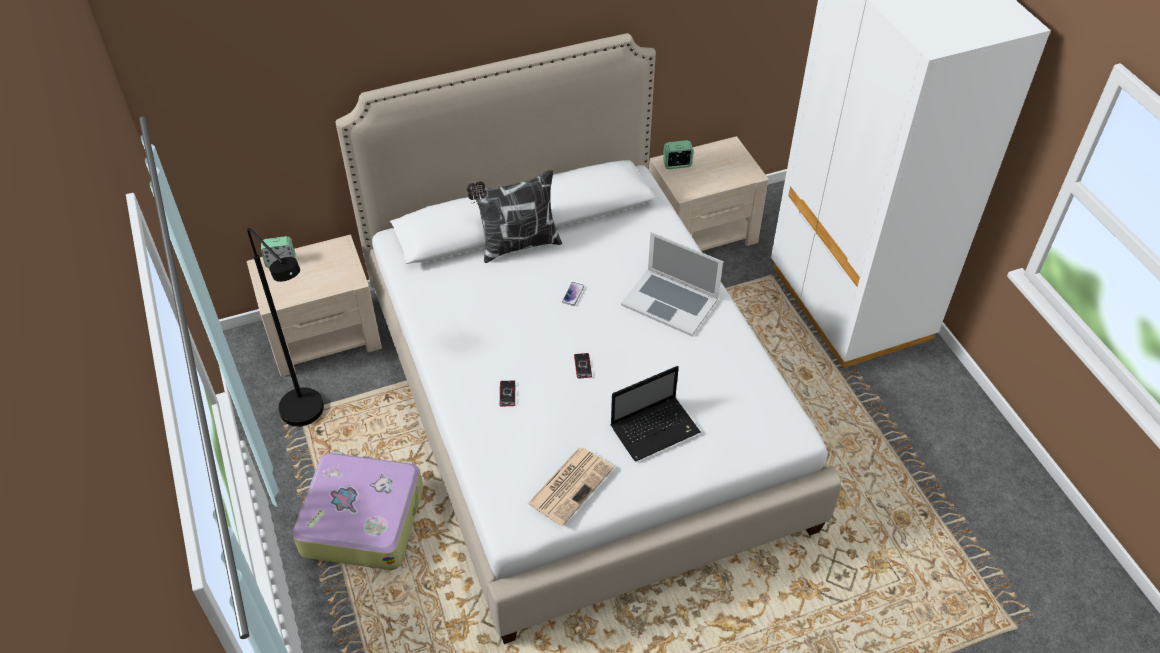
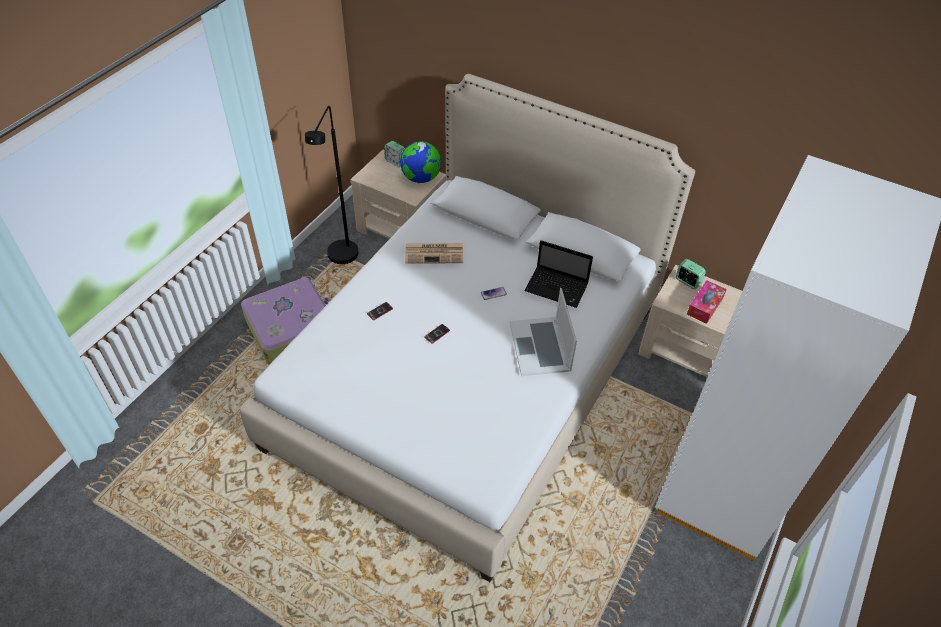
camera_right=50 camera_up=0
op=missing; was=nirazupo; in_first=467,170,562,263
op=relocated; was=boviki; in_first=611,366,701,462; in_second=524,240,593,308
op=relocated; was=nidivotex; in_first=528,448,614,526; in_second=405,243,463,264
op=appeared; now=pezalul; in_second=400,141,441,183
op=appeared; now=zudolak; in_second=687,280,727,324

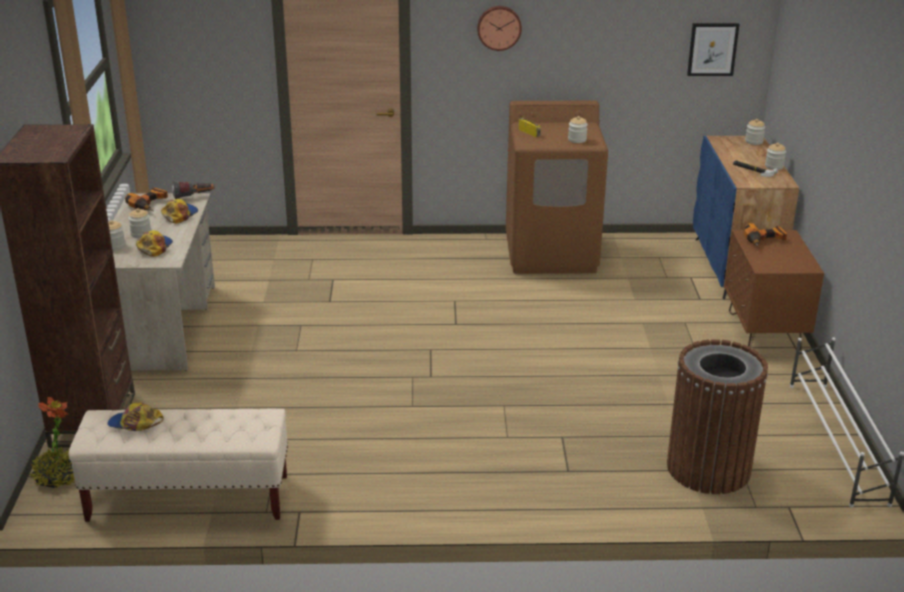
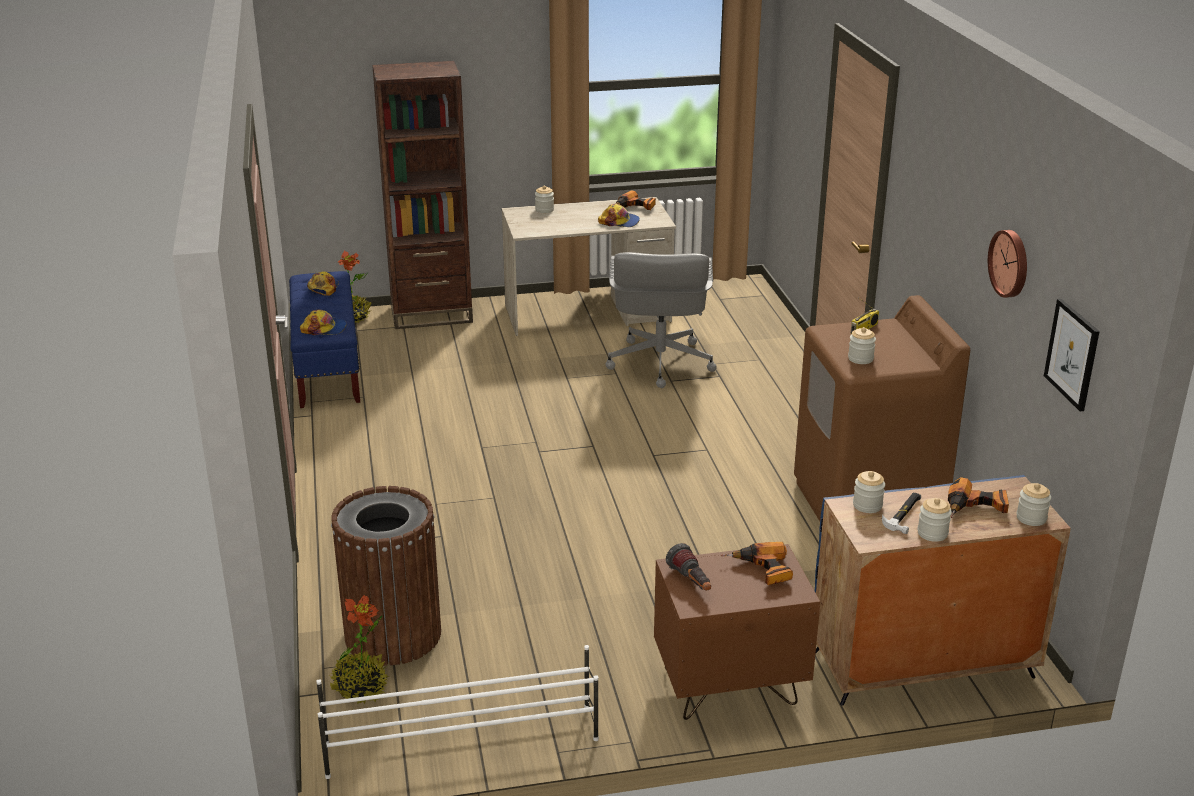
camera_right=80 camera_up=0
op=relocated; was=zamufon; in_first=477,6,522,51; in_second=988,230,1027,298
op=relocated; was=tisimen; in_first=172,181,215,199; in_second=666,543,711,591
op=relocated; was=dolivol; in_first=128,208,151,238; in_second=853,471,885,513
op=relocated; was=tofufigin; in_first=136,230,173,257; in_second=300,310,346,335
op=colour; was=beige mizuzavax; now=blue mizuzavax; in_first=69,409,288,522; in_second=289,271,360,408
op=appeared; now=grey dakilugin; in_second=605,252,717,388
op=appeared; now=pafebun; in_second=948,477,1009,518
op=appeared; now=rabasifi; in_second=328,595,390,704

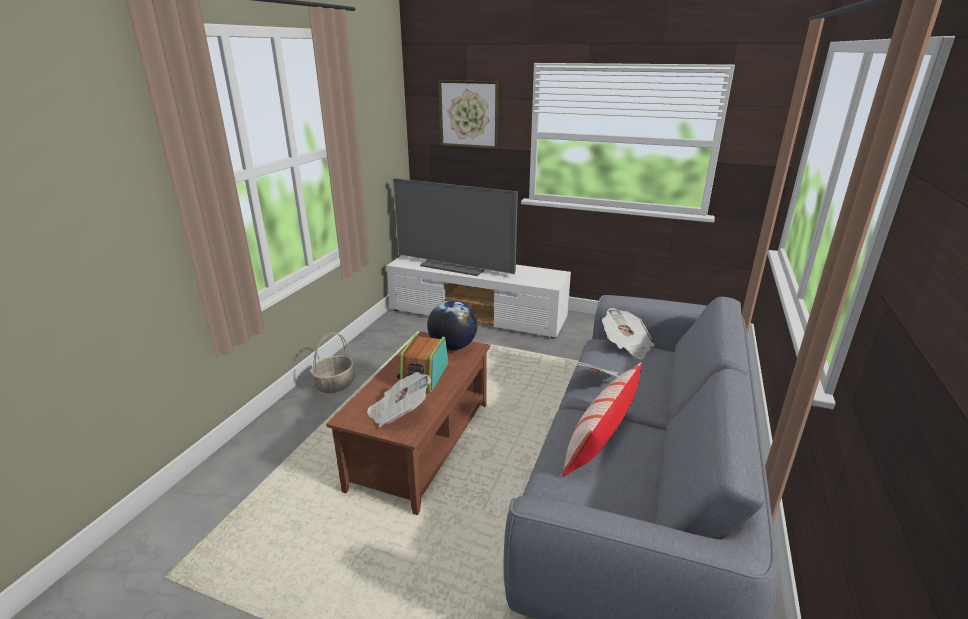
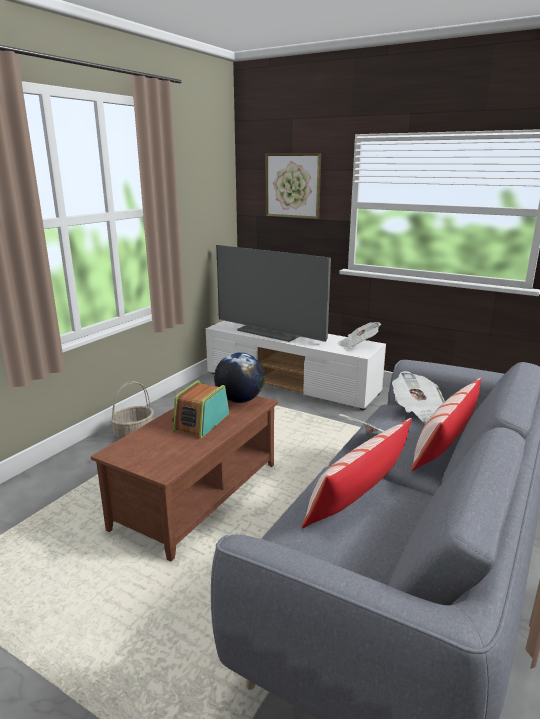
camera_right=10 camera_up=-5
op=relocated; was=nidivotex; in_first=367,372,431,427; in_second=338,322,381,348
op=appeared; now=nirazupo; in_second=411,378,481,471

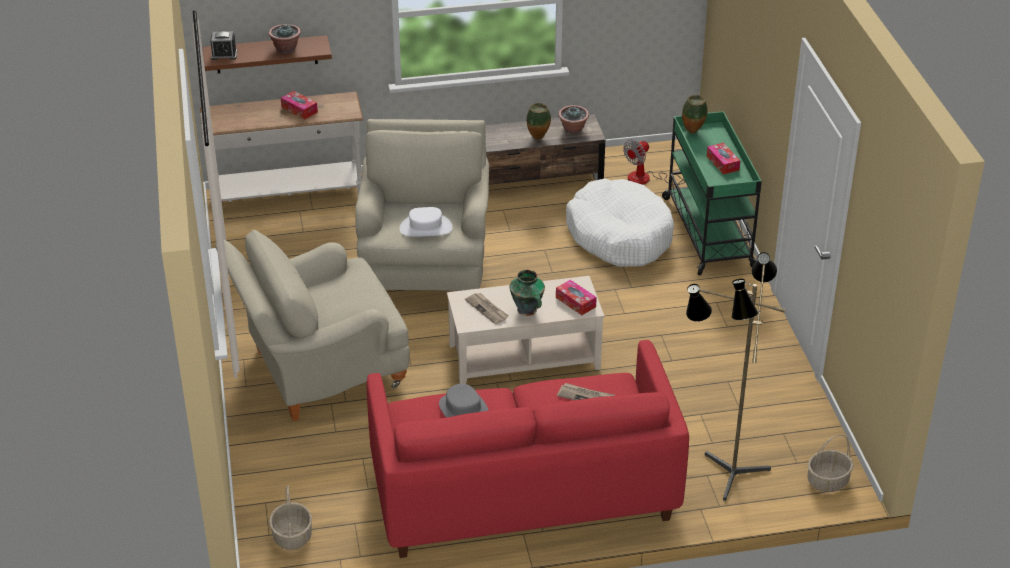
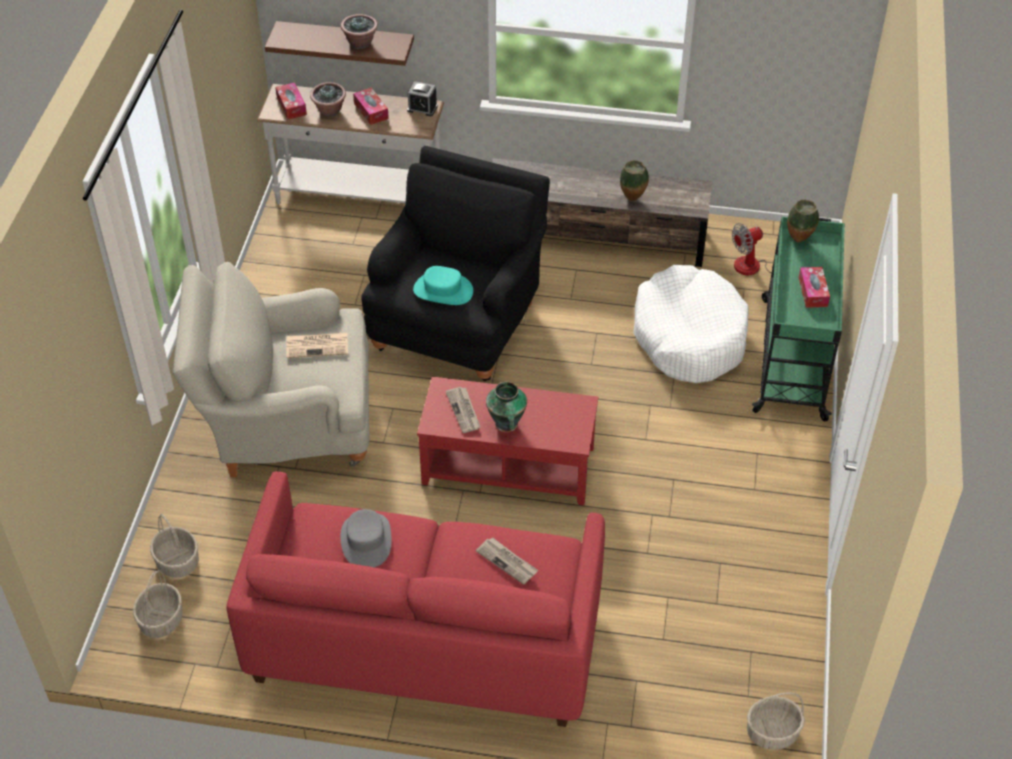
camera_right=20 camera_up=10
op=relocated; was=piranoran; in_first=210,31,237,60; in_second=407,81,438,116
op=relocated; was=rabasifi; in_first=558,105,589,134; in_second=310,82,346,117
op=colour; was=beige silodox; now=black silodox; in_first=355,119,489,291; in_second=361,146,550,381
op=colour; was=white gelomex; now=turquoise gelomex; in_first=400,207,453,237; in_second=413,266,473,305
op=missing; was=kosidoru; in_first=686,252,785,501
op=colour; was=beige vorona; now=red vorona; in_first=447,276,604,384; in_second=417,377,599,505
op=relocated; was=zudolak; in_first=556,280,597,315; in_second=275,82,307,120
op=appeared; now=nidivotex; in_second=286,333,348,358
op=appeared; now=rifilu; in_second=150,514,199,578

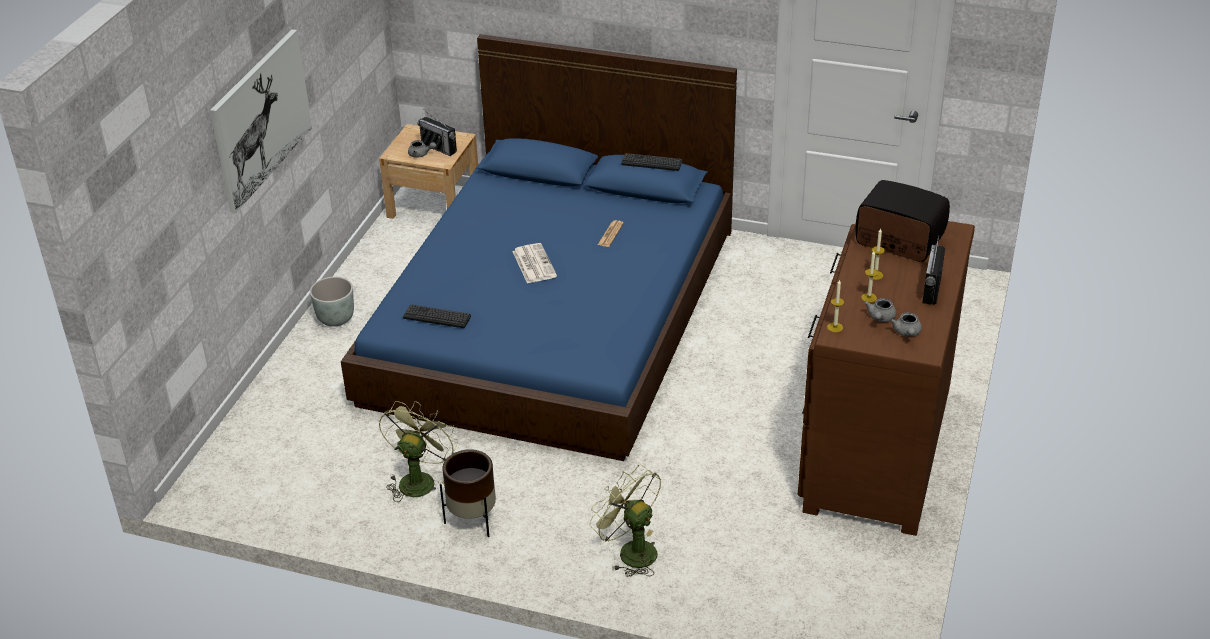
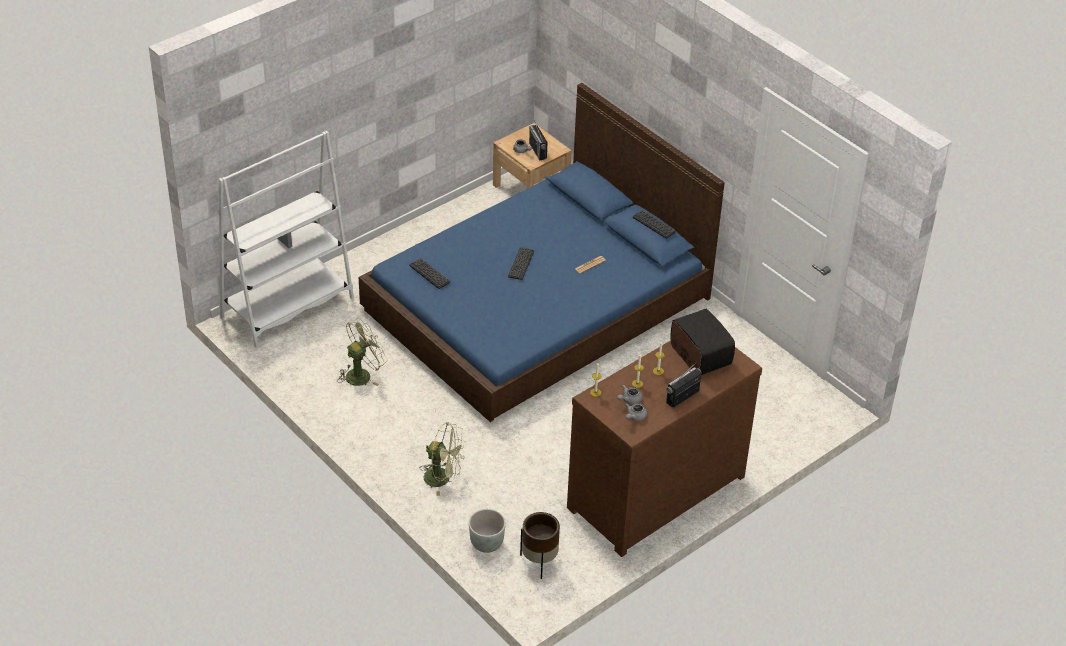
camera_right=30 camera_up=5
op=missing; was=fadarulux; in_first=210,29,312,213
op=exchanged; was=nidivotex; now=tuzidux; in_first=512,243,557,283; in_second=508,247,534,280
op=relocated; was=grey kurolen; in_first=310,277,354,327; in_second=469,509,506,553
op=relocated; was=brown kurolen; in_first=440,449,496,537; in_second=520,512,560,579
op=spun; was=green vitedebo; in_first=589,464,661,577; in_second=419,422,465,496; clockwise=120
op=appeared; now=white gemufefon; in_second=218,131,354,348

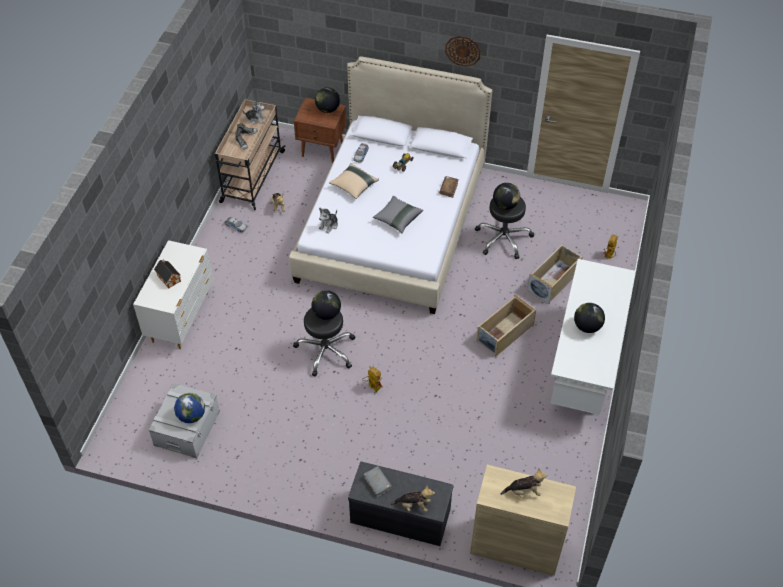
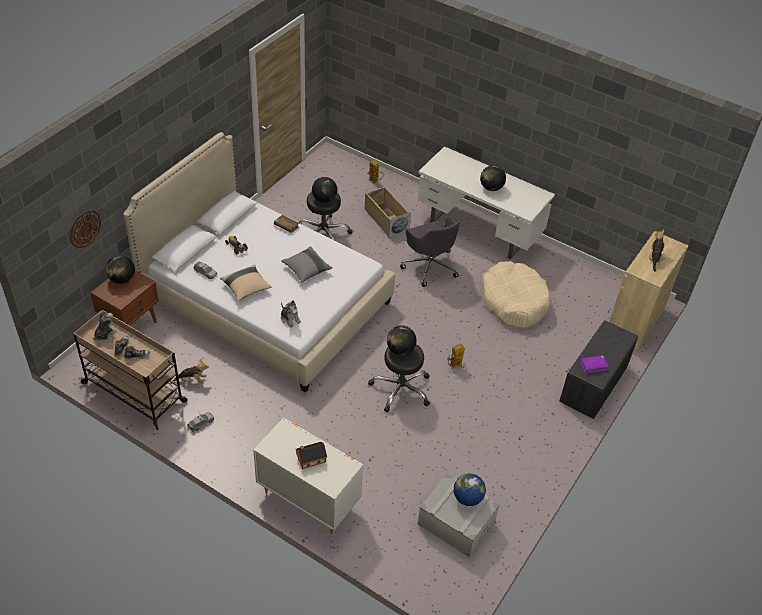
camera_right=-75 camera_up=-5
op=relocated; was=zamufon; in_first=445,36,481,67; in_second=70,211,101,248
op=exchanged; was=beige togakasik; now=grey dakilugin; in_first=476,295,536,357; in_second=400,216,460,287
op=colour; was=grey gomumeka; now=purple gomumeka; in_first=363,466,392,497; in_second=580,355,609,374
op=missing; was=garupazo; in_first=391,486,435,512
op=appeared; now=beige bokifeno; in_second=480,261,550,328

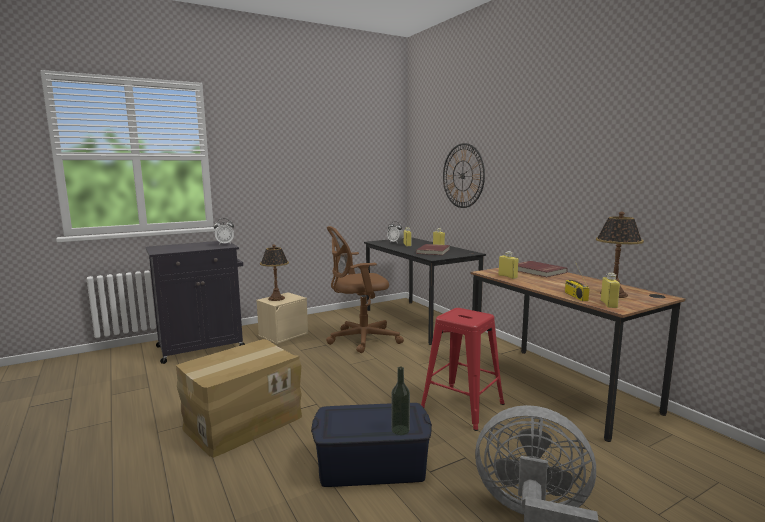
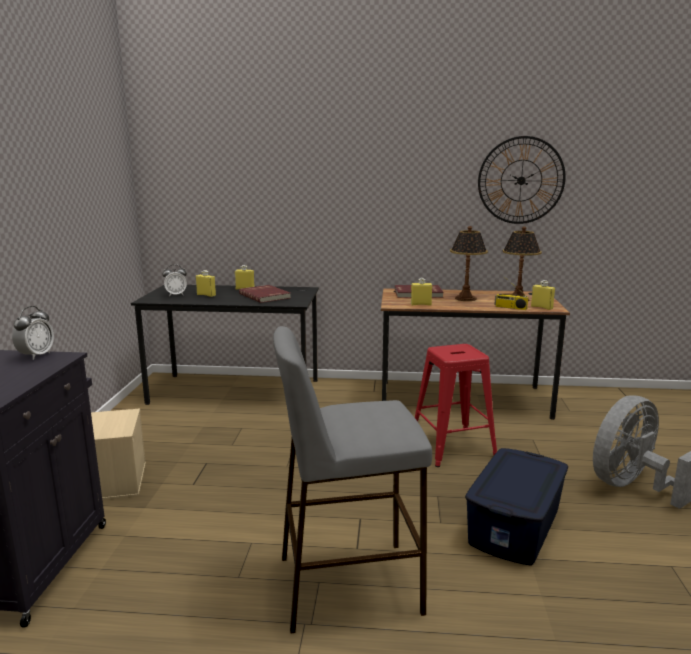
camera_right=-55 camera_up=5
op=relocated; was=zamufon; in_first=443,143,485,208; in_second=478,136,566,224
op=missing; was=brown dakilugin; in_first=326,226,404,353
op=relocated; was=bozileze; in_first=260,244,289,301; in_second=450,226,488,301
op=exchanged; was=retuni; now=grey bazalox; in_first=176,339,302,458; in_second=273,326,432,633
op=missing; was=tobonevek; in_first=391,367,410,435

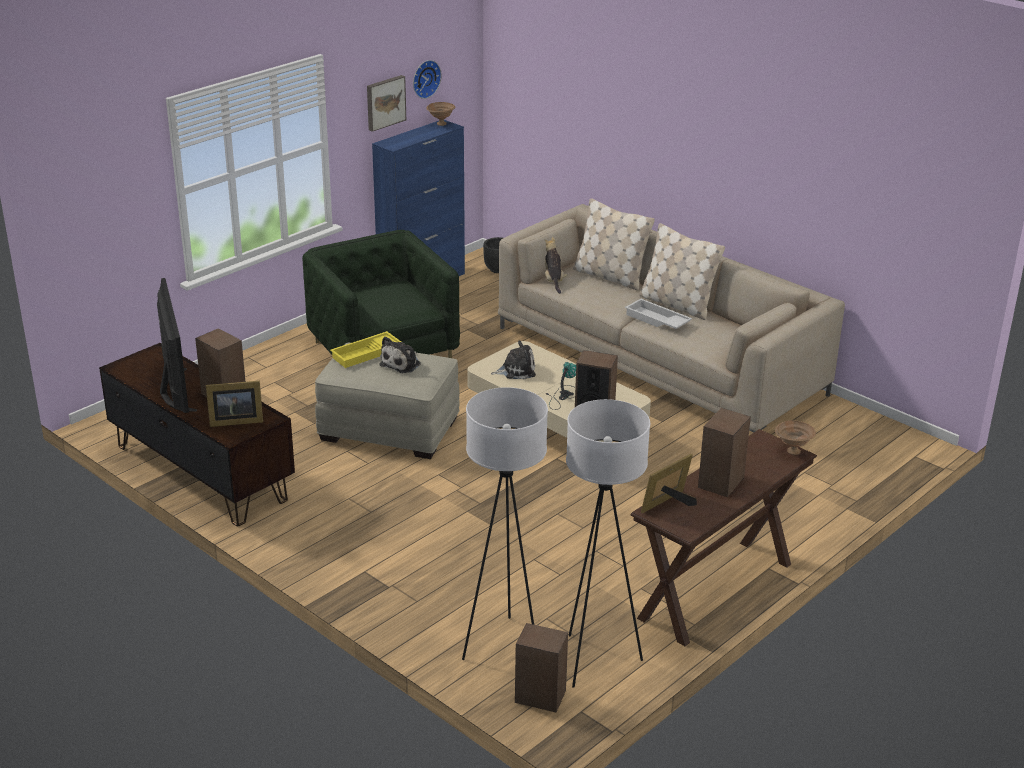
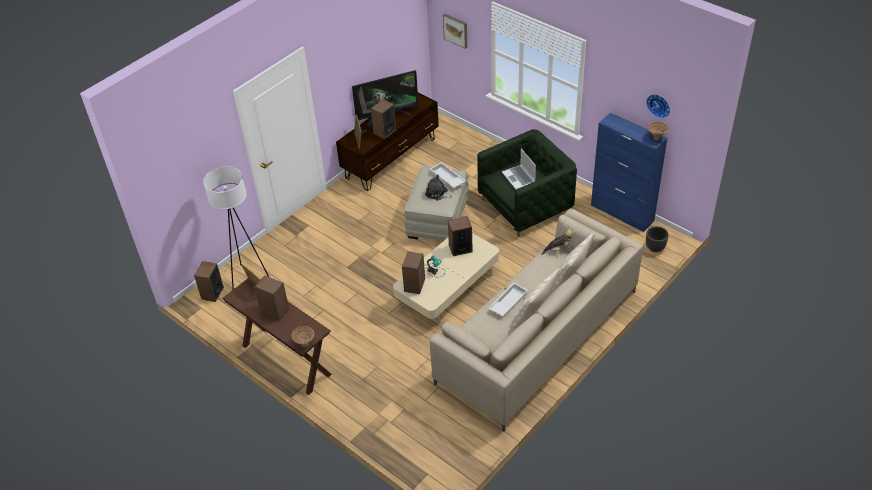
camera_right=90 camera_up=15
op=relocated; was=fadarulux; in_first=367,75,406,132; in_second=443,14,467,49
op=colour; was=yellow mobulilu; now=white mobulilu; in_first=330,331,401,368; in_second=430,162,466,188
op=exchanged; was=garupazo; now=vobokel; in_first=491,340,536,379; in_second=448,216,473,256
op=missing; was=white kosidoru; in_first=566,399,650,688
op=appeared; now=boviki; in_second=502,148,536,190

